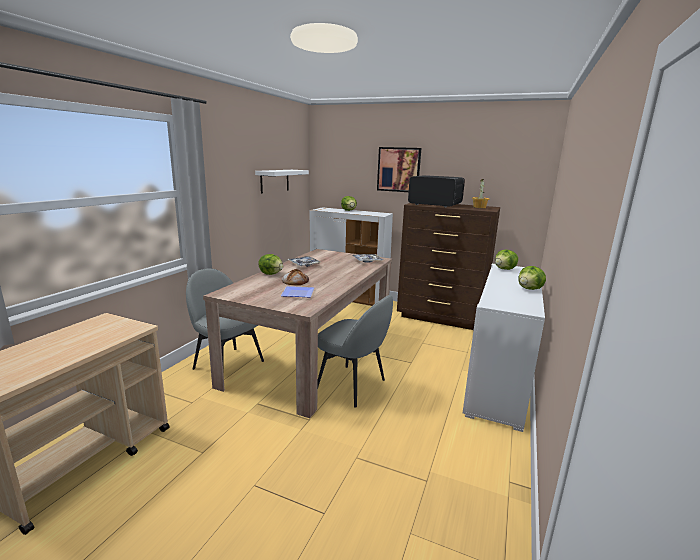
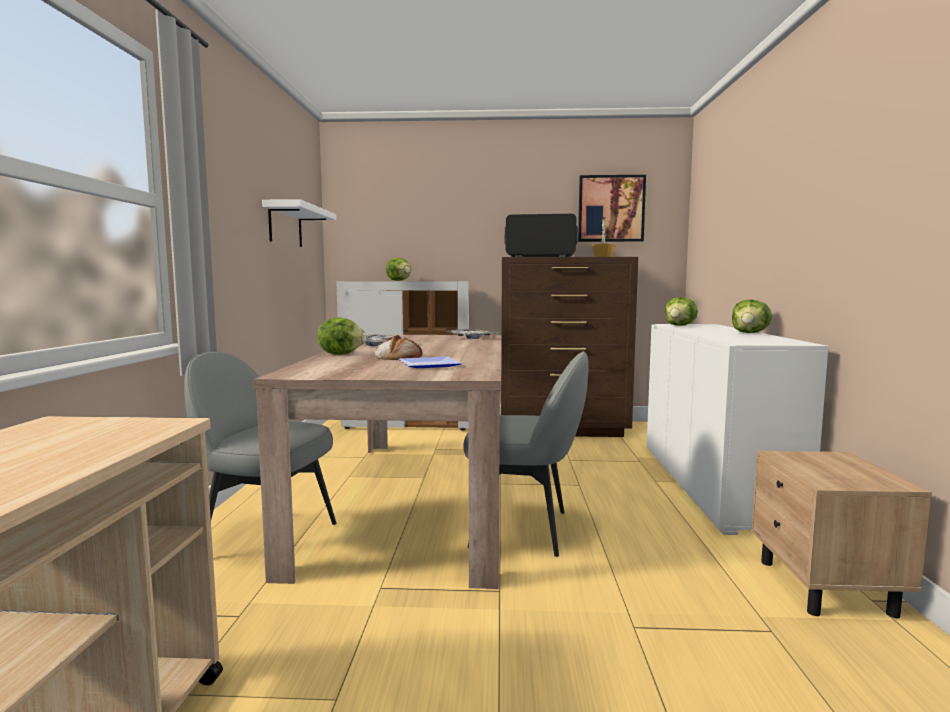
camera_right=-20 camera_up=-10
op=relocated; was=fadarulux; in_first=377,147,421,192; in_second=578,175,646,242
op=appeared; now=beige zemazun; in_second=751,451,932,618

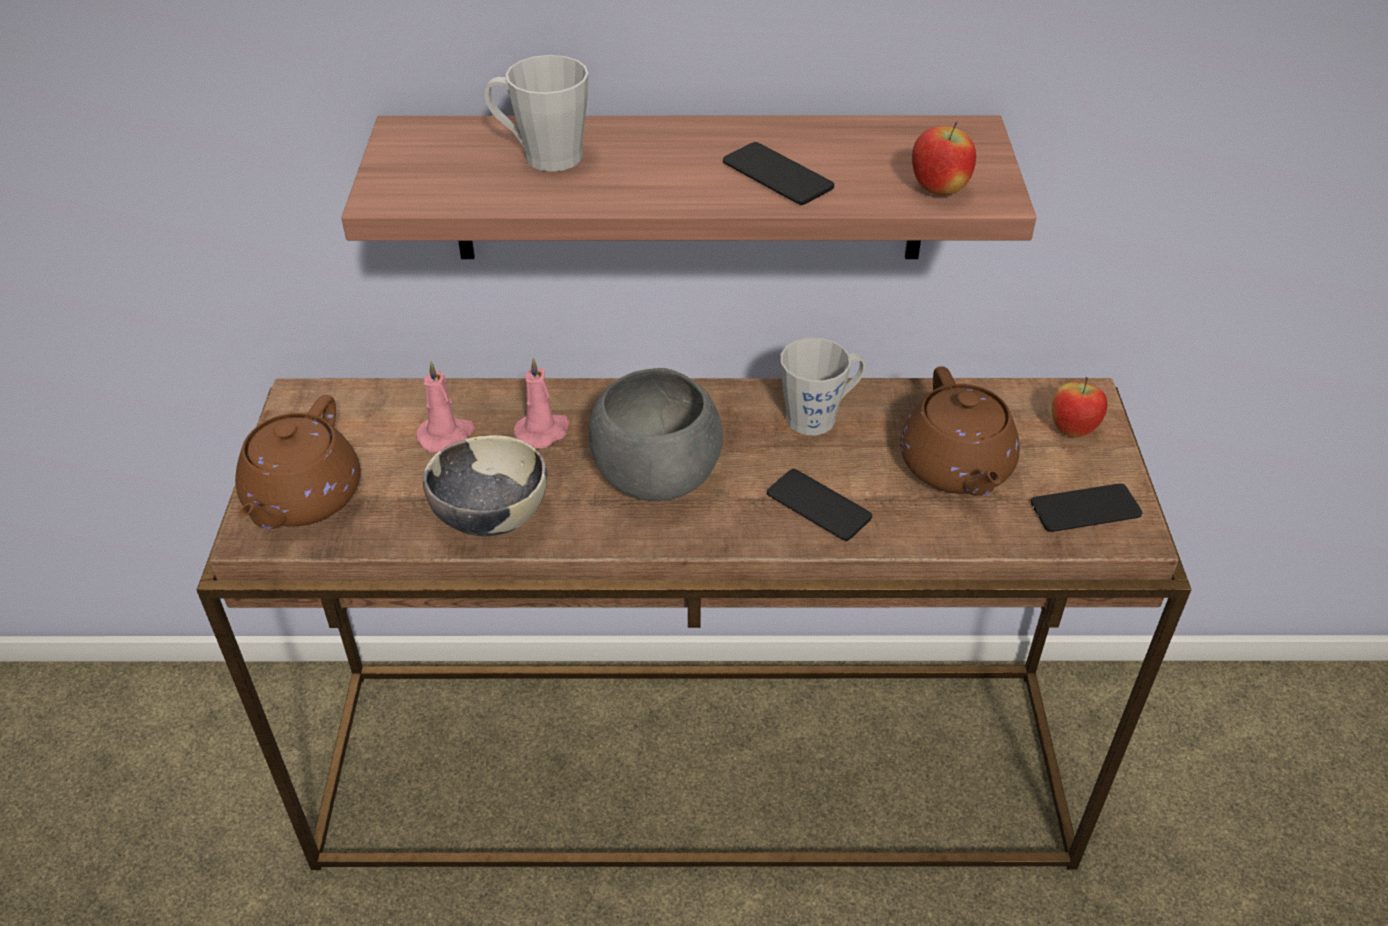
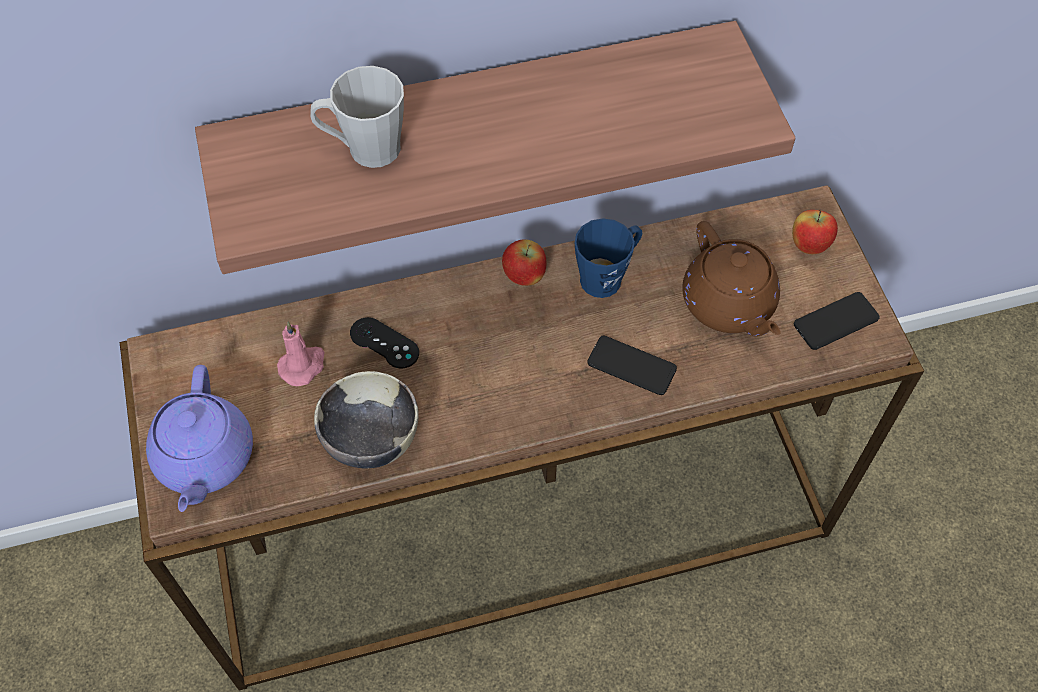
camera_right=-15 camera_up=15
op=relocated; was=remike; in_first=912,121,976,195; in_second=502,239,547,286
op=missing; was=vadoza; in_first=723,142,834,205
op=colour; was=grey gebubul; now=blue gebubul; in_first=781,338,866,435; in_second=575,218,643,298
op=exchanged; was=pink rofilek; now=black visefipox; in_first=514,357,570,449; in_second=350,317,419,369
op=missing; was=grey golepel; in_first=589,368,723,501
op=colour; was=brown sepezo; now=purple sepezo; in_first=235,395,361,529; in_second=146,365,253,512

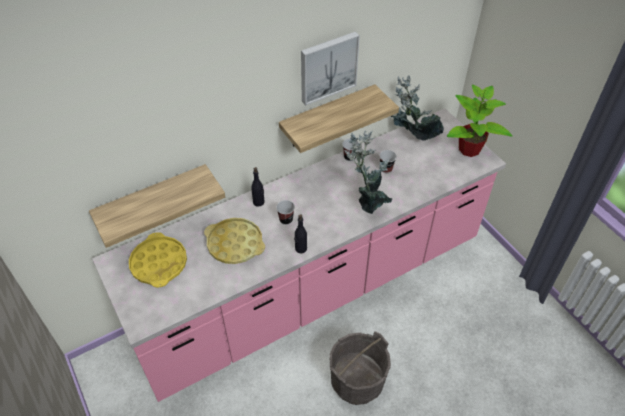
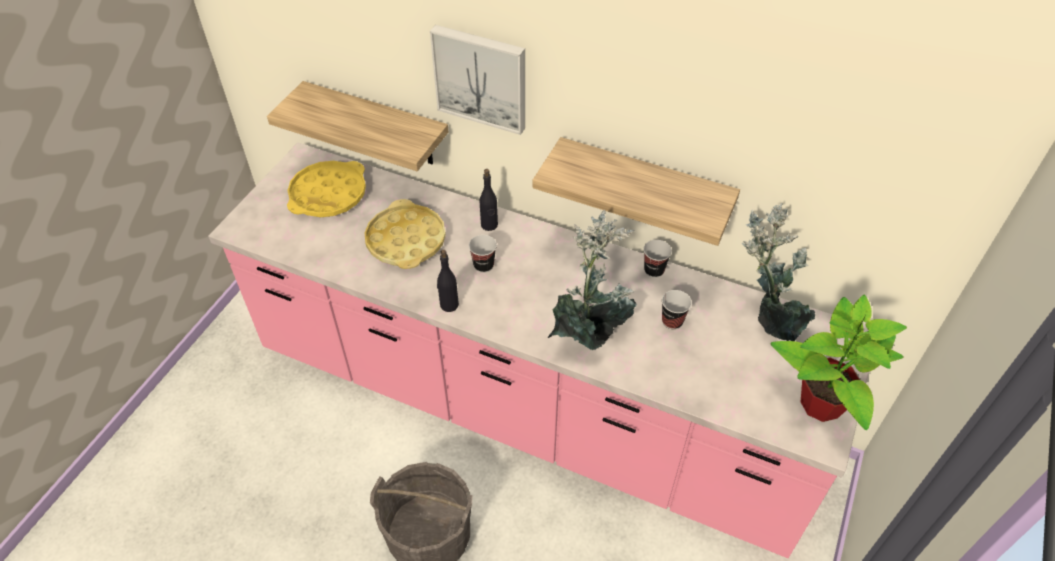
camera_right=55 camera_up=0
op=relocated; was=fadarulux; in_first=301,32,360,105; in_second=430,25,525,135

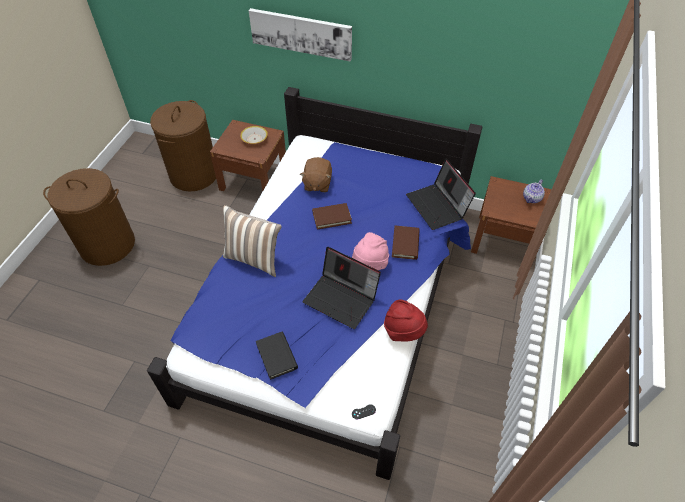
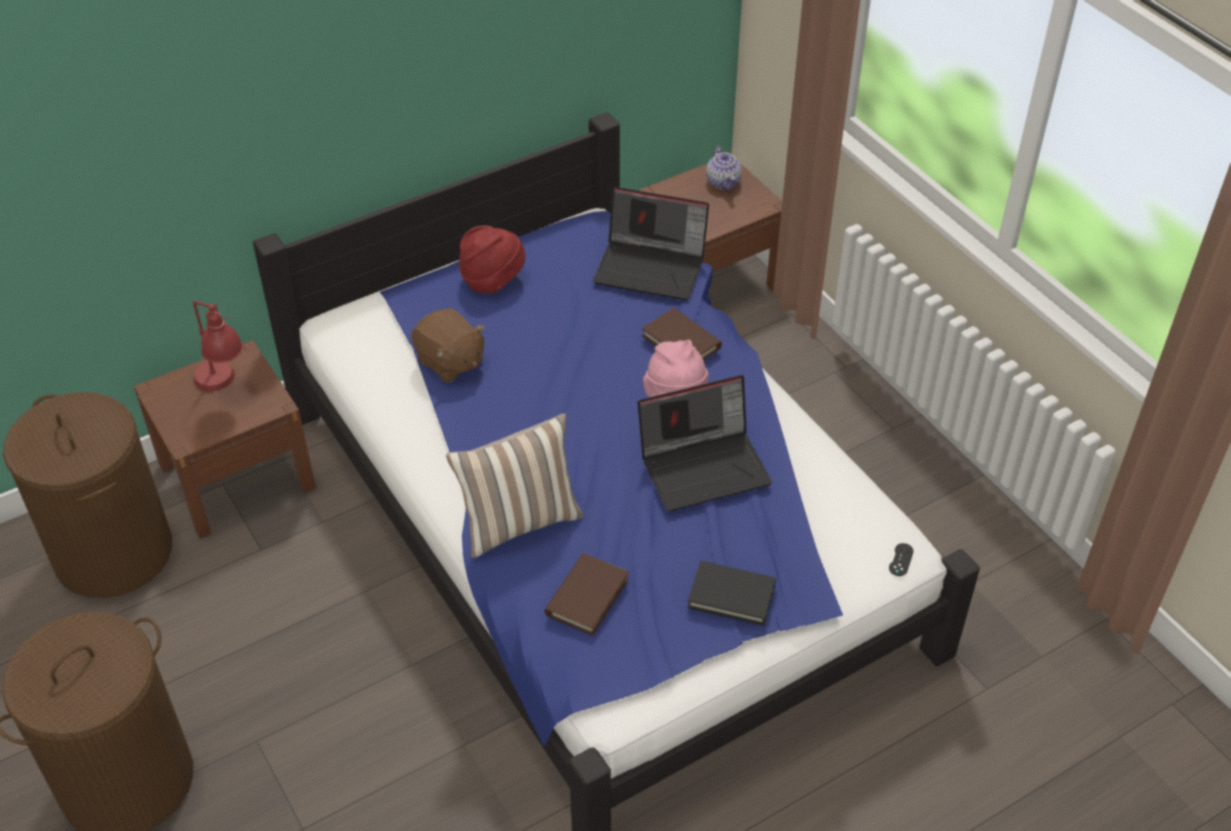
camera_right=-50 camera_up=-5
op=missing; was=fadarulux; in_first=249,8,352,61
op=exchanged; was=golepel; now=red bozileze; in_first=240,126,268,144; in_second=193,301,243,391
op=relocated; was=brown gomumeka; in_first=312,203,352,230; in_second=545,553,629,636
op=relocated; was=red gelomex; in_first=384,300,428,341; in_second=459,225,525,294

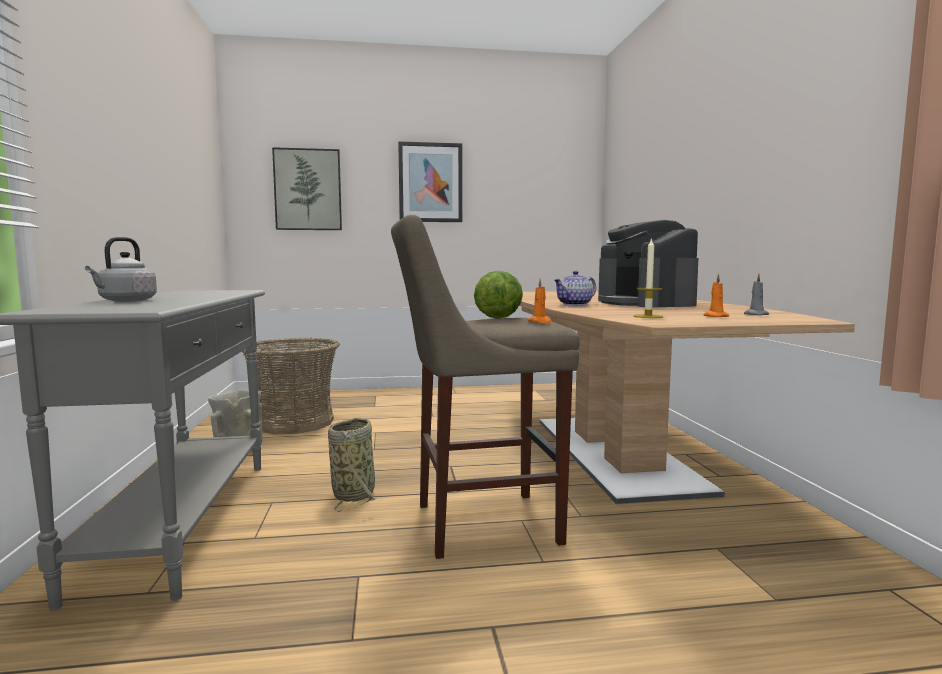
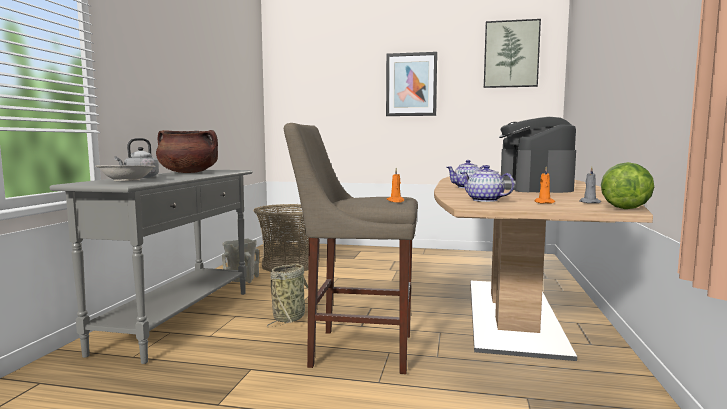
camera_right=20 camera_up=0
op=relocated; was=fadarulux; in_first=272,147,342,230; in_second=484,19,541,88
op=exchanged; was=rofilek; now=sepezo; in_first=633,238,663,318; in_second=460,165,515,202
op=relocated; was=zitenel; in_first=474,270,523,319; in_second=601,162,654,209
op=appeared; now=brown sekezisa; in_second=156,130,218,173
op=appeared; now=beige golepel; in_second=95,165,156,181

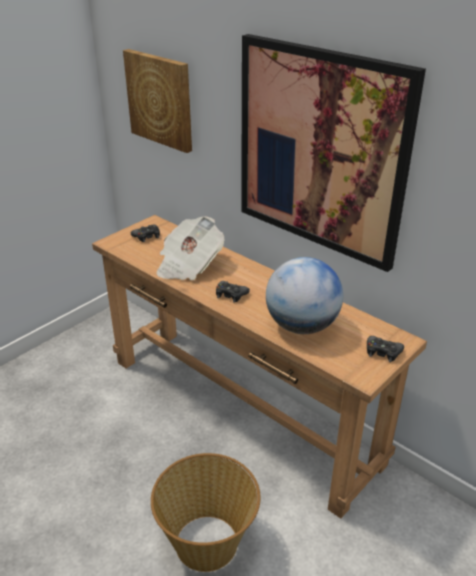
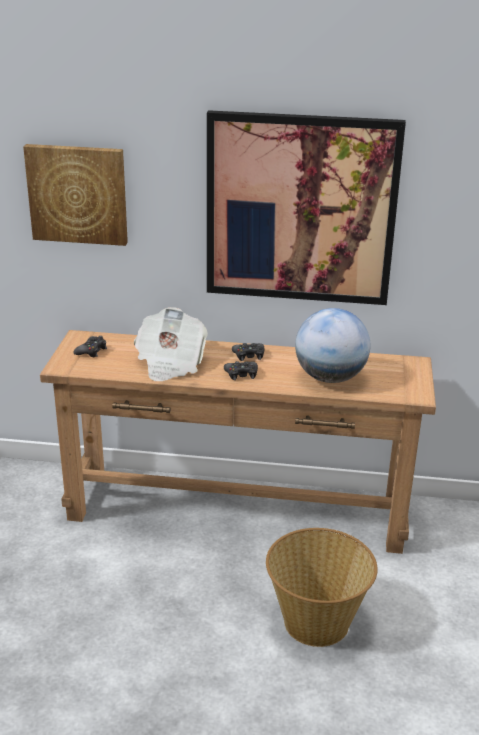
camera_right=-35 camera_up=-5
op=relocated; was=black visefipox; in_first=367,336,404,362; in_second=232,343,265,361

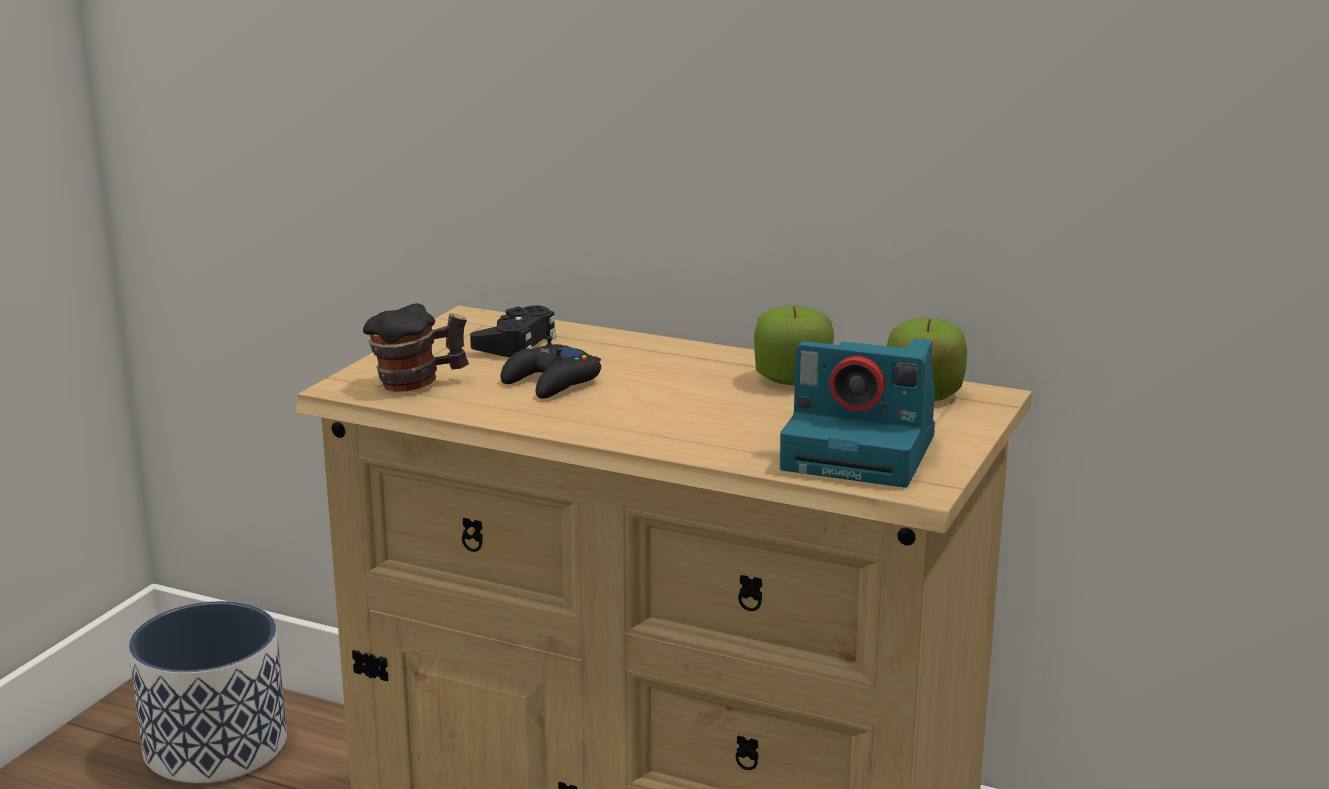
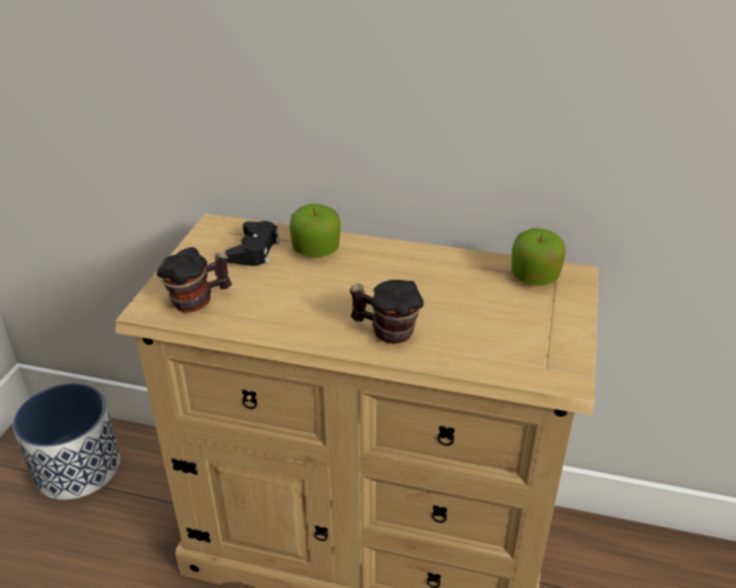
camera_right=-10 camera_up=15
op=relocated; was=remike; in_first=754,305,834,385; in_second=290,204,341,257
op=missing; was=black visefipox; in_first=500,336,601,399
op=missing; was=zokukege; in_first=780,339,935,487
op=appeared; now=gebubul; in_second=350,280,424,344

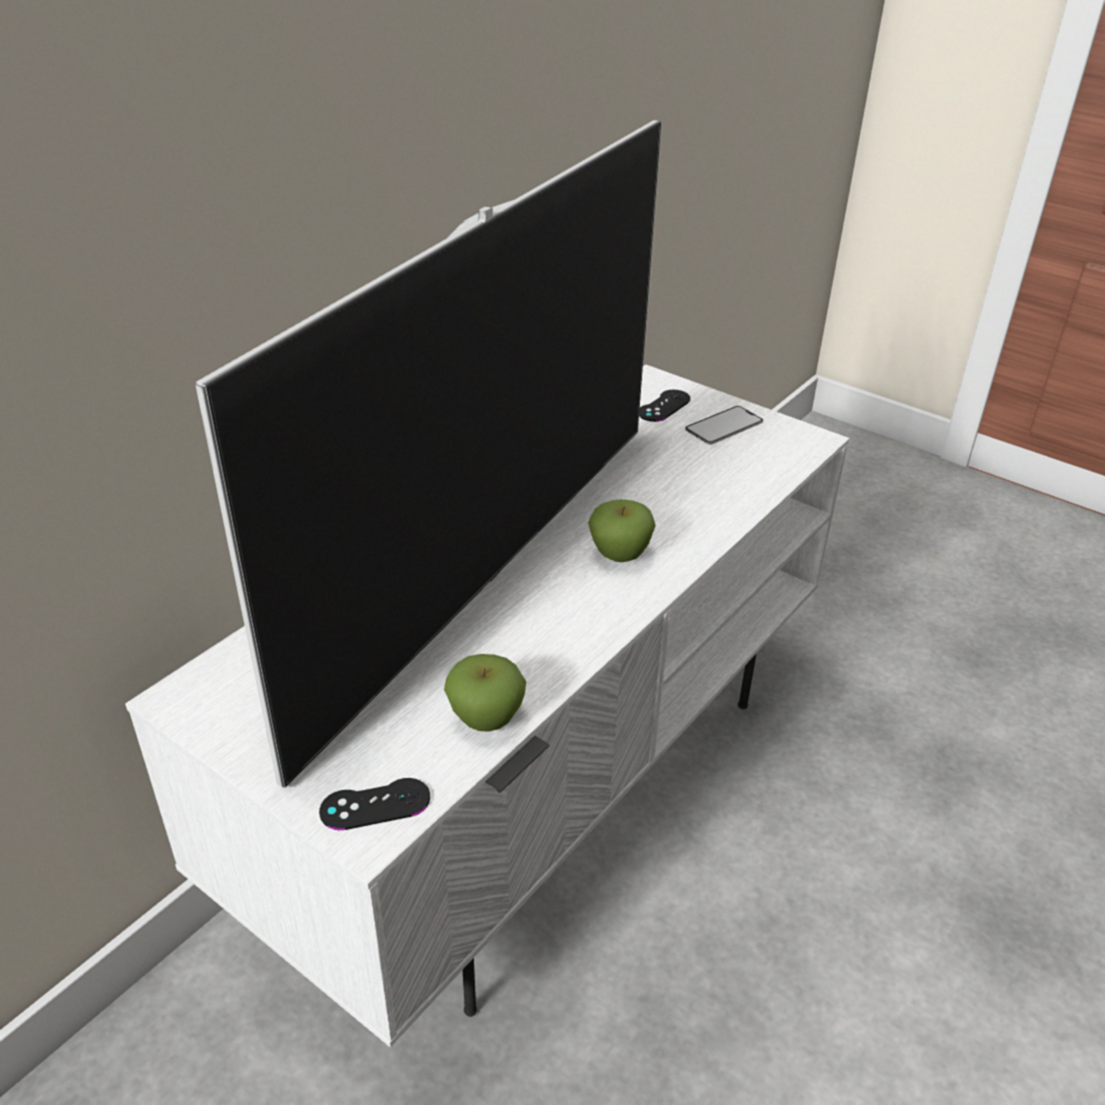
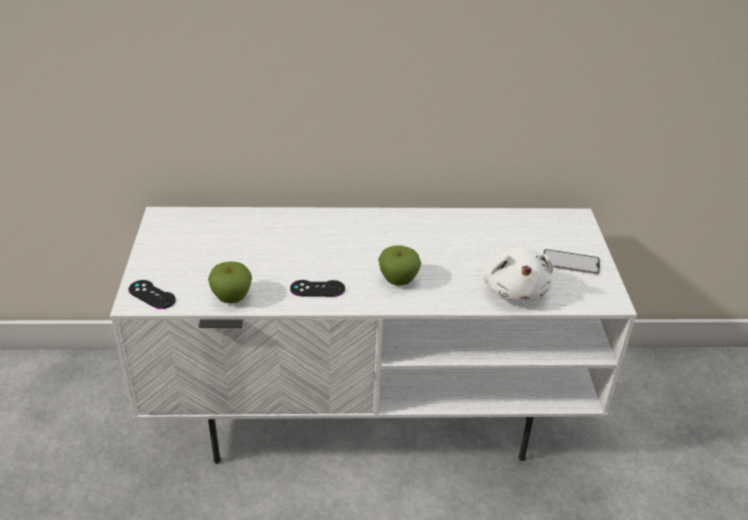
camera_right=50 camera_up=0
op=missing; was=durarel; in_first=195,120,661,788
op=relocated; was=black visefipox; in_first=639,390,691,422; in_second=290,280,345,297
op=appeared; now=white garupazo; in_second=483,245,553,302

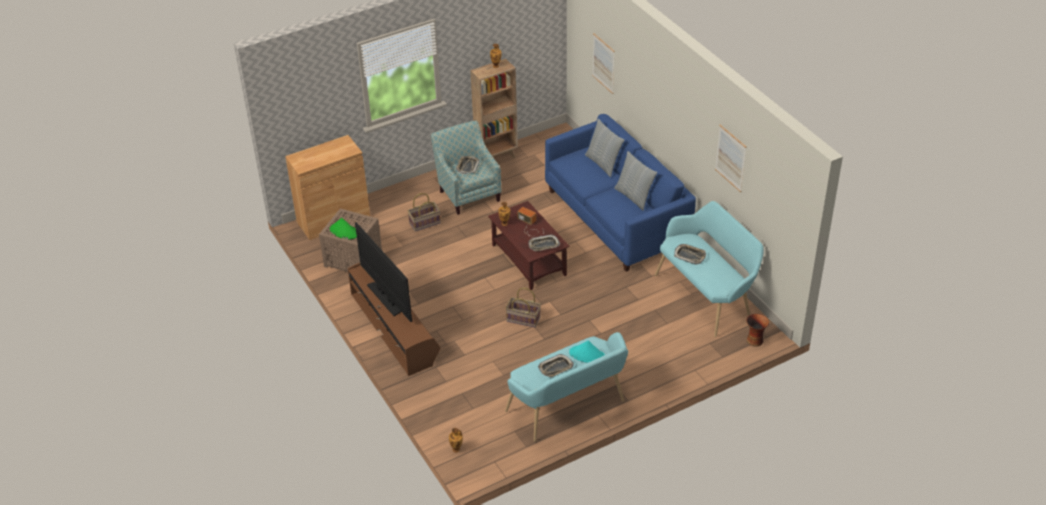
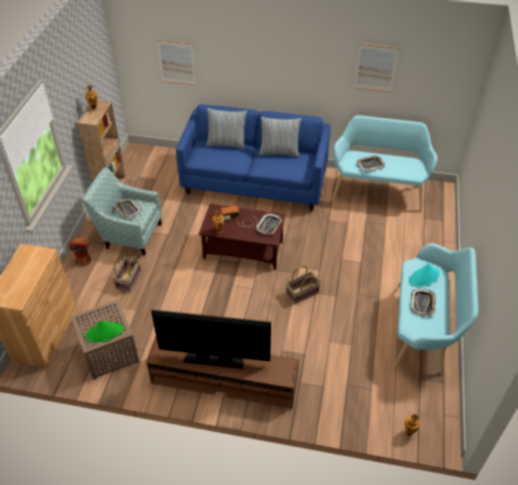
camera_right=-50 camera_up=5
op=relocated; was=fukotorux; in_first=746,314,769,347; in_second=68,237,91,267

